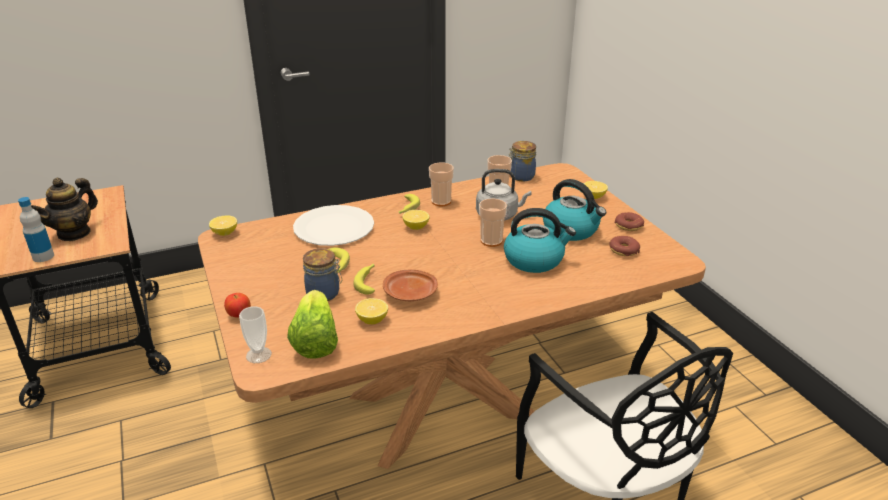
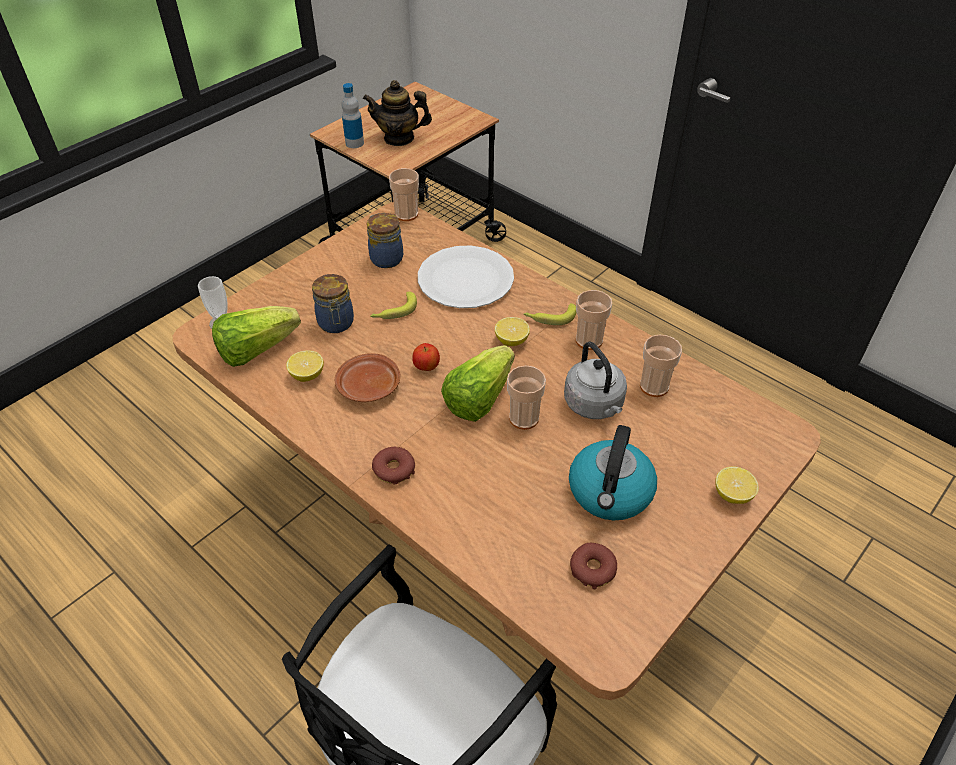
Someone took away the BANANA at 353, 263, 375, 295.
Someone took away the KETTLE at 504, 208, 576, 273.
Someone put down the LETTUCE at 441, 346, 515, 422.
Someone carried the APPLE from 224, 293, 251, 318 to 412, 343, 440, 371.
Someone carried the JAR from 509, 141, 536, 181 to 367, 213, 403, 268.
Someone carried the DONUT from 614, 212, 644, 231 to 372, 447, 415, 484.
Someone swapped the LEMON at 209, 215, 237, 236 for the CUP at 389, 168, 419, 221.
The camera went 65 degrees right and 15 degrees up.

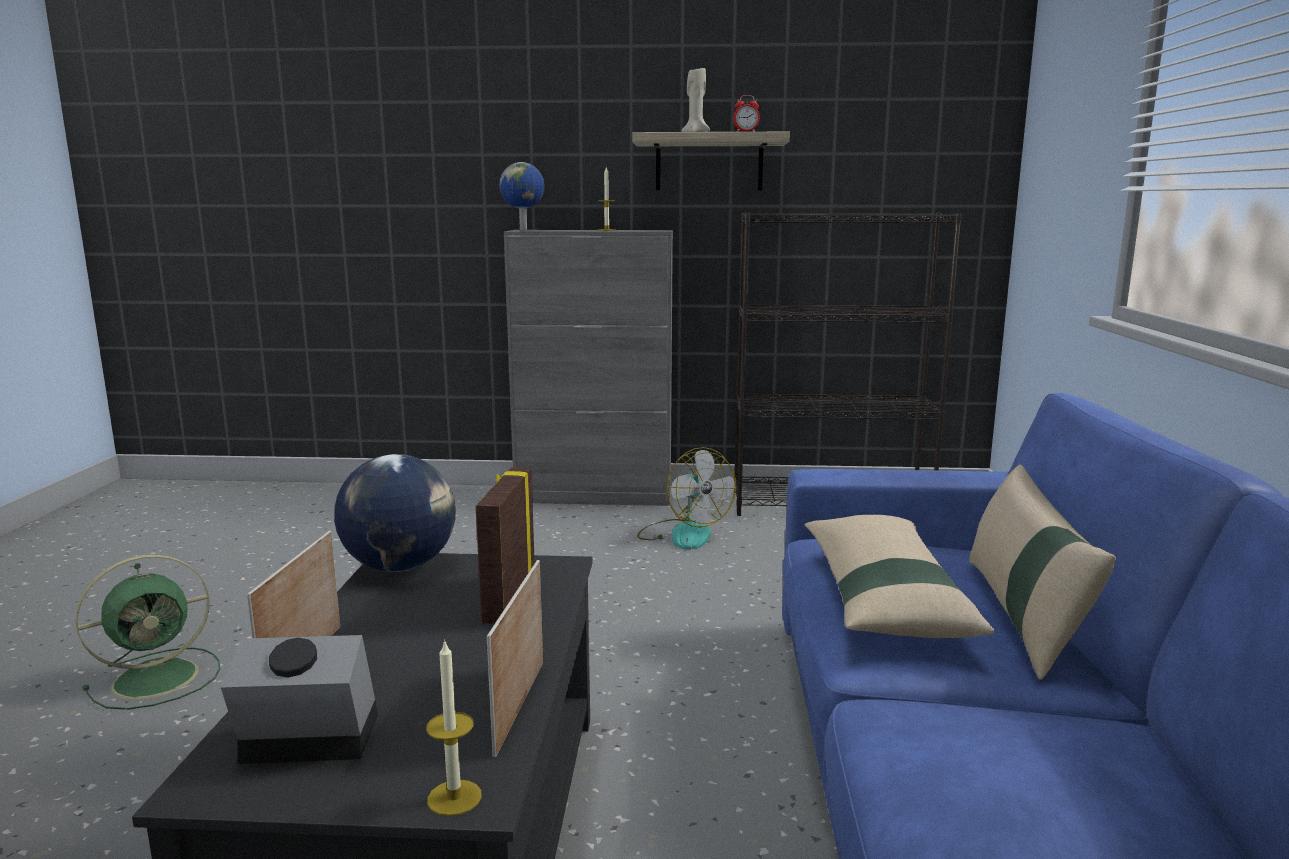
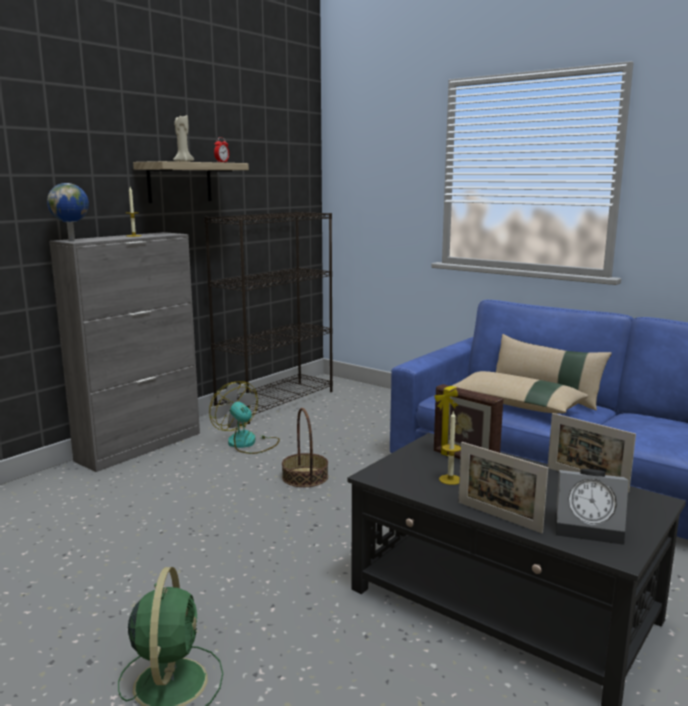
Someone took away the GLOBE at 334, 454, 456, 572.
Someone put down the BASKET at 282, 408, 328, 487.
Someone carried the CANDLE from 426, 639, 482, 816 to 439, 410, 461, 485.
Someone rotated the ALARM CLOCK at 221, 635, 378, 764 by 105 degrees counterclockwise.
Someone rotated the FAN at 637, 447, 736, 550 by 135 degrees counterclockwise.
The camera went 55 degrees left and 0 degrees up.

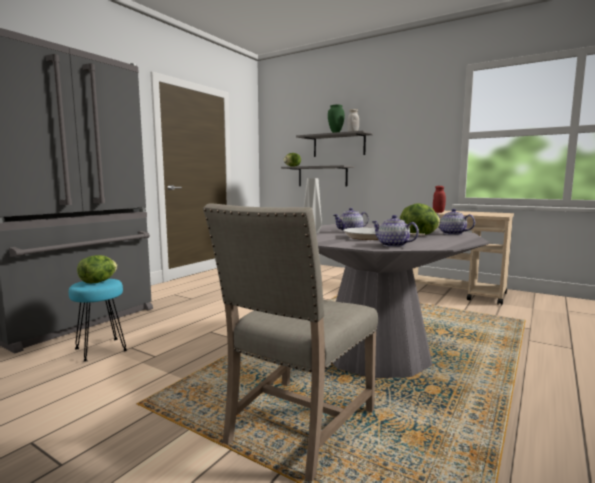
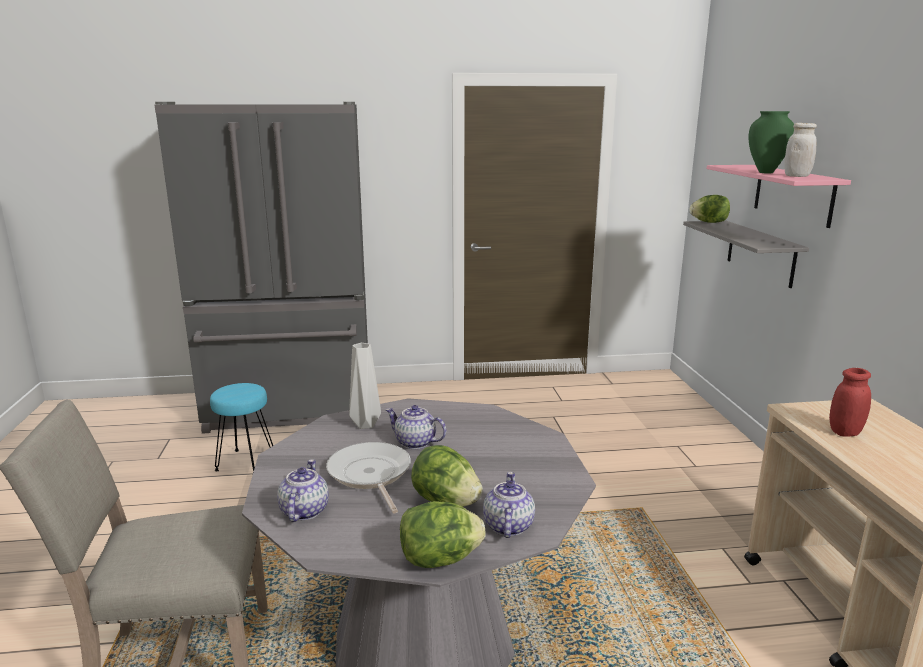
Someone carried the LETTUCE from 77, 255, 117, 283 to 400, 501, 486, 568.
Someone repainted the GREY SHELF at 296, 130, 373, 157, which became the PINK SHELF at 706, 165, 851, 228.
The camera went 50 degrees right and 10 degrees up.

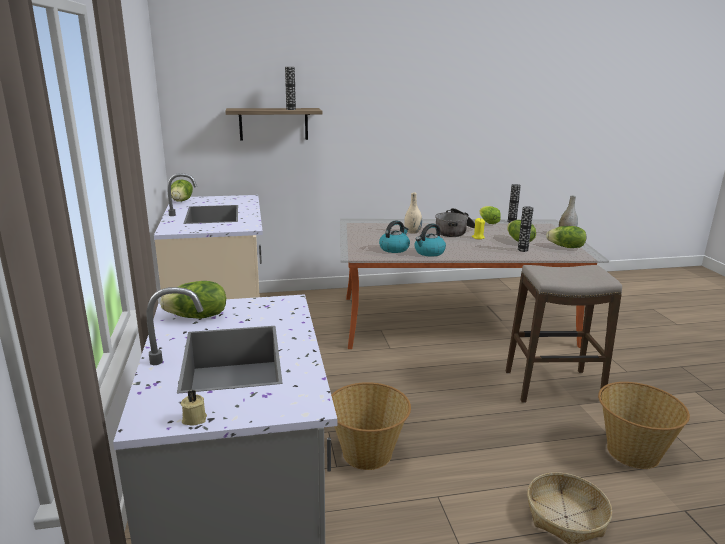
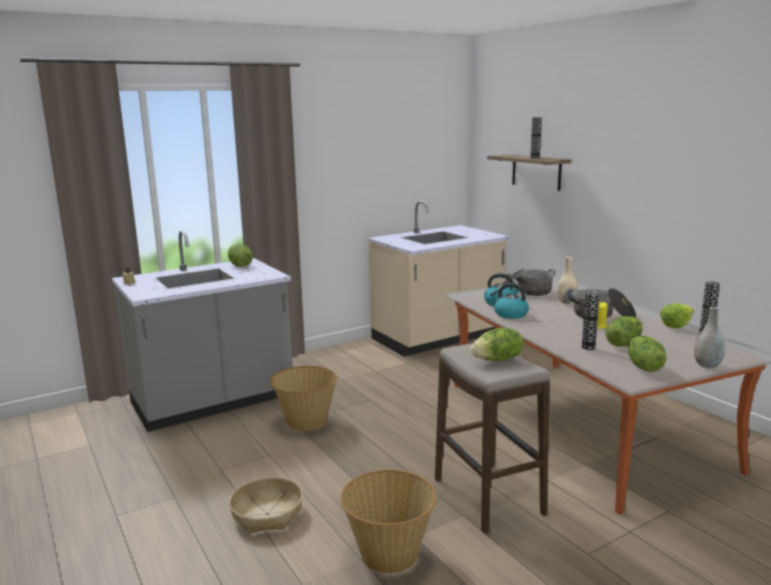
Someone put down the COOKING POT at 503, 268, 555, 296.
Someone carried the LETTUCE from 171, 180, 193, 202 to 470, 328, 524, 361.
The camera went 70 degrees right and 5 degrees down.

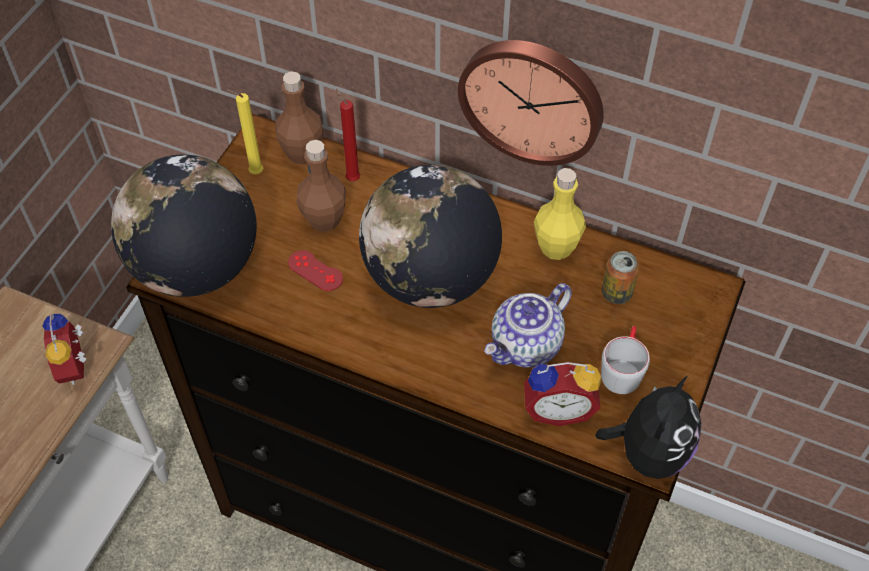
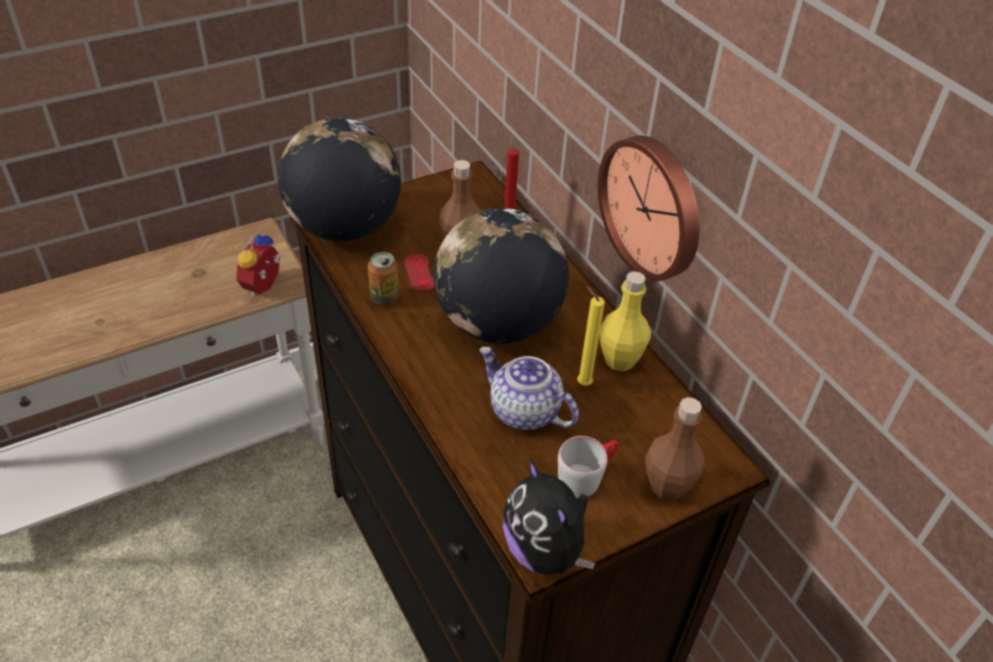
Someone took away the ALARM CLOCK at 524, 362, 601, 426.
Someone carried the YELLOW CANDLE from 227, 90, 263, 174 to 577, 286, 605, 386.
Someone carried the BROWN BOTTLE from 275, 72, 323, 164 to 645, 397, 705, 501.
Someone carried the CAN from 602, 251, 639, 304 to 368, 252, 399, 305.
Someone rotated the TEAPOT at 484, 283, 572, 368 by 45 degrees clockwise.
Someone rotated the PLUSH TOY at 595, 376, 702, 479 by 90 degrees clockwise.
The camera went 35 degrees right and 10 degrees down.

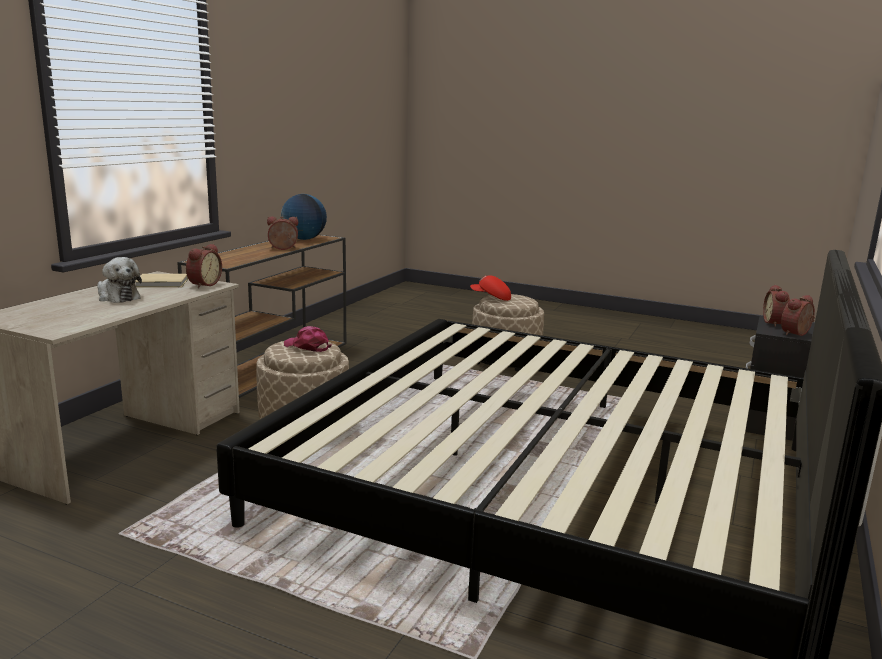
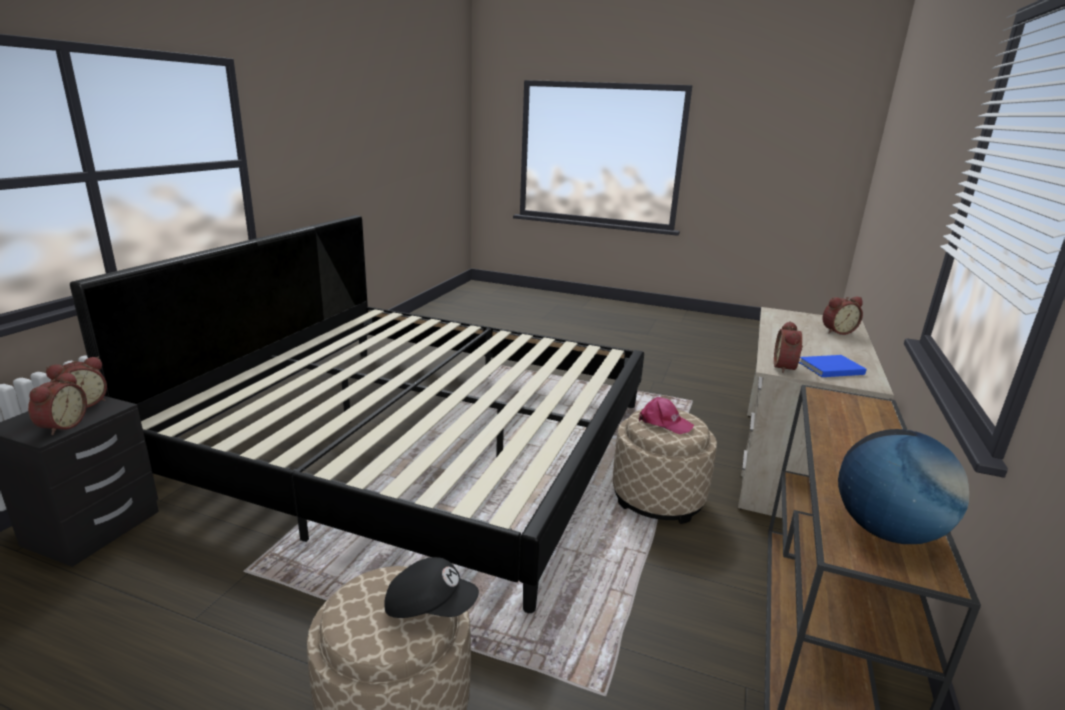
Someone took away the PLUSH TOY at 97, 257, 142, 303.
Someone carried the ALARM CLOCK from 267, 216, 298, 250 to 823, 297, 863, 335.
Someone repainted the BEIGE BOOK at 135, 274, 188, 287, which became the BLUE BOOK at 799, 355, 867, 377.
Someone repainted the RED CAP at 470, 275, 511, 301, which became the BLACK CAP at 384, 557, 479, 618.
The camera went 175 degrees right and 5 degrees up.

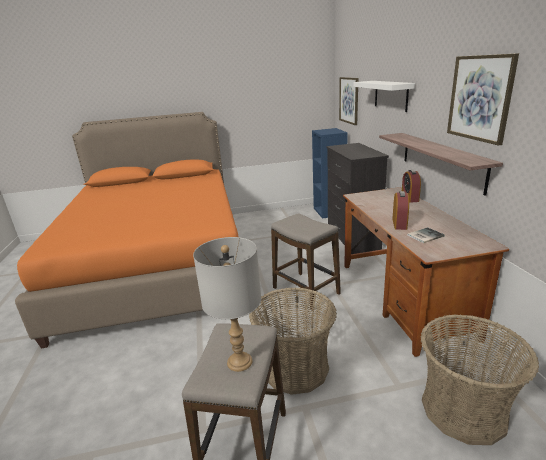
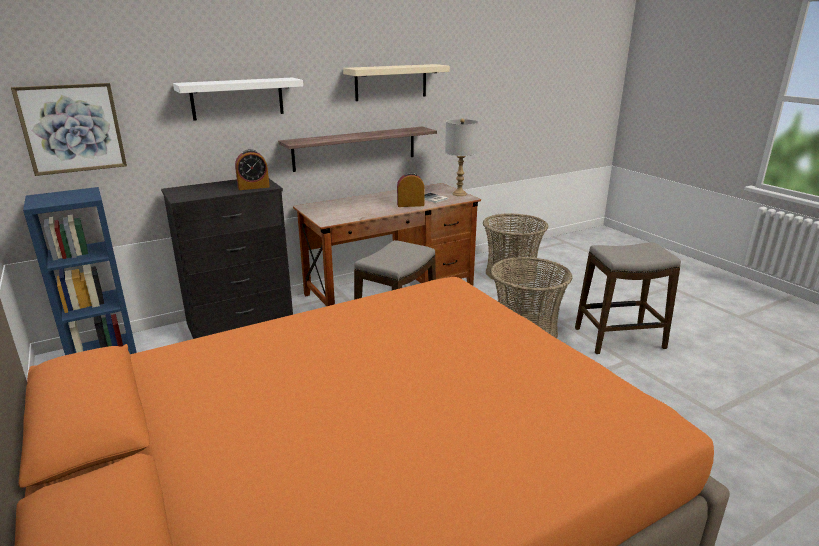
Someone carried the GREY TABLE LAMP from 193, 237, 261, 372 to 445, 118, 479, 196.
Someone carried the ALARM CLOCK from 402, 170, 421, 203 to 235, 149, 270, 190.
Someone swapped the PICTURE at 447, 53, 519, 145 for the BEIGE SHELF at 343, 64, 450, 101.
The camera went 110 degrees left and 0 degrees up.

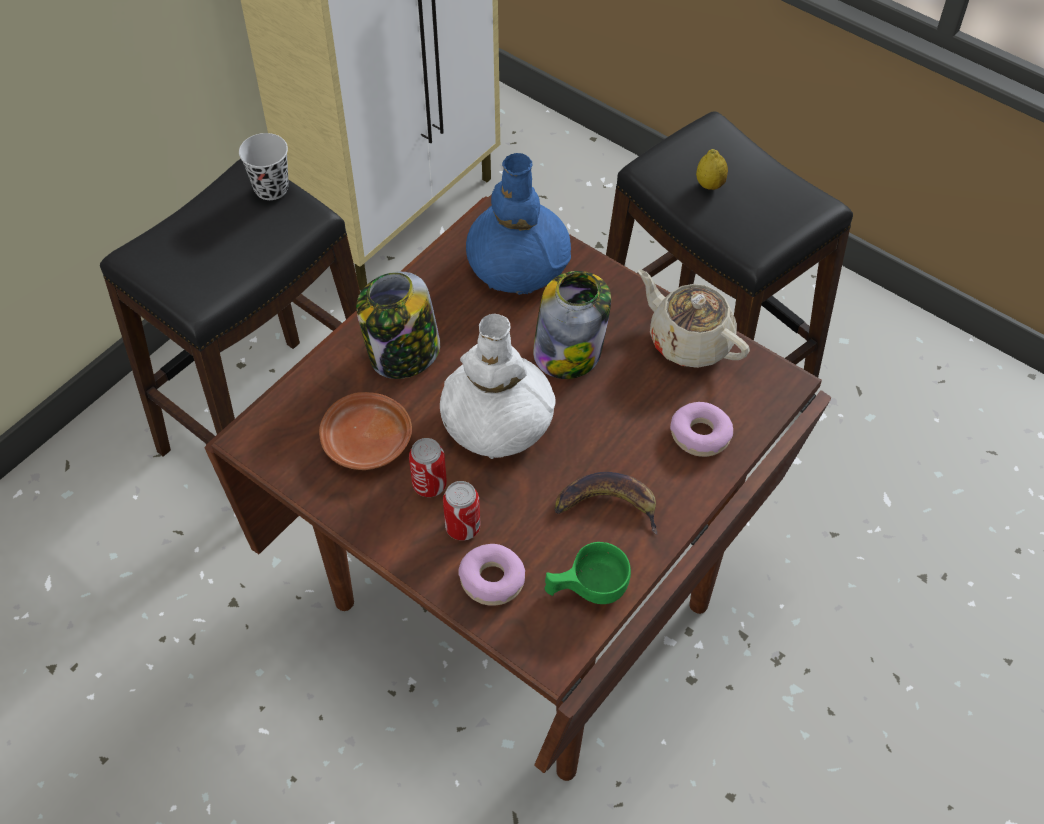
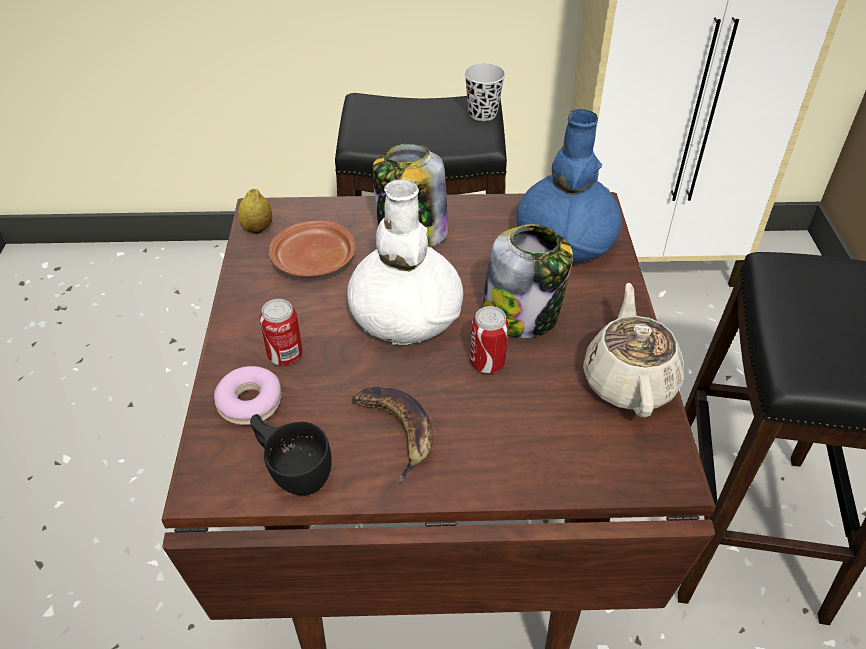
Someone took away the DONUT at 670, 402, 733, 457.
Someone carried the CAN from 409, 438, 447, 497 to 470, 306, 509, 373.
Someone carried the LEMON from 696, 149, 728, 190 to 238, 189, 272, 234.
Someone repainted the GREEN CUP at 545, 542, 631, 604, which became the BLACK CUP at 250, 414, 332, 496.
The camera went 50 degrees right and 10 degrees down.

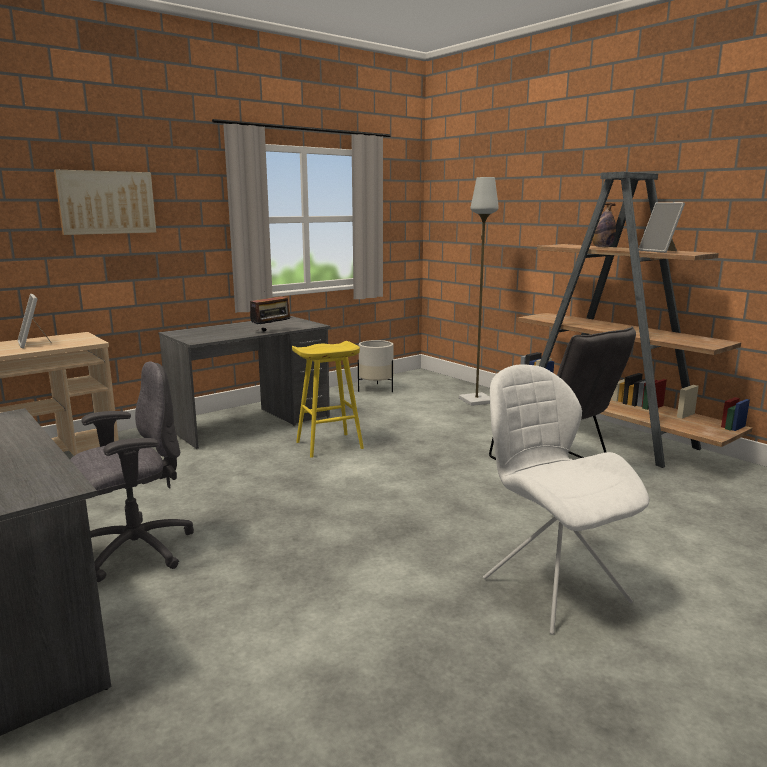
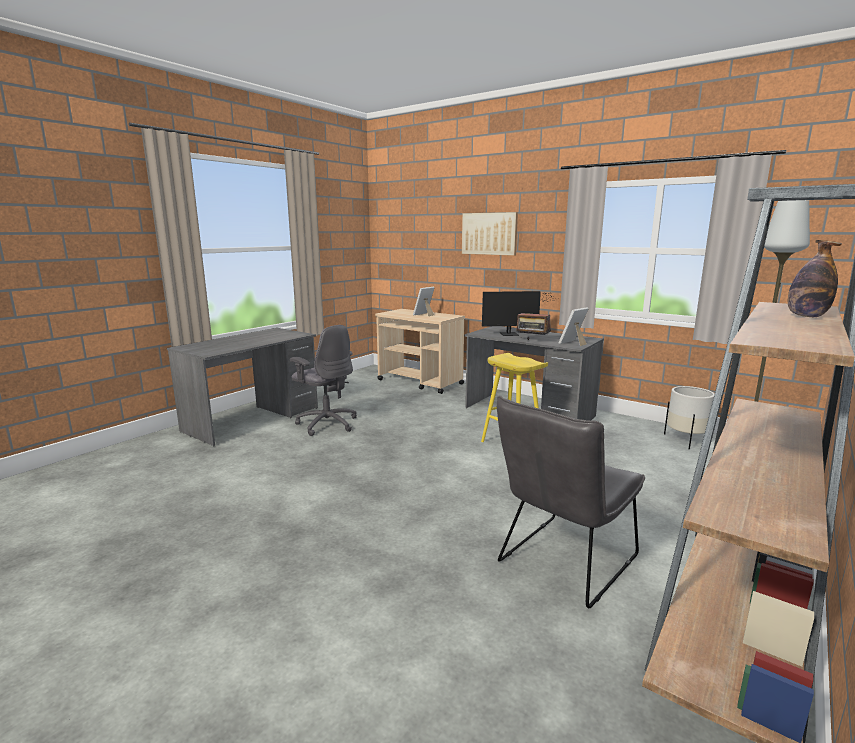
Someone took away the WHITE CHAIR at 483, 364, 649, 635.
Someone put down the MONITOR at 482, 291, 558, 336.
Someone carried the PICTURE FRAME from 639, 202, 685, 253 to 559, 307, 589, 346.
The camera went 75 degrees right and 0 degrees up.

